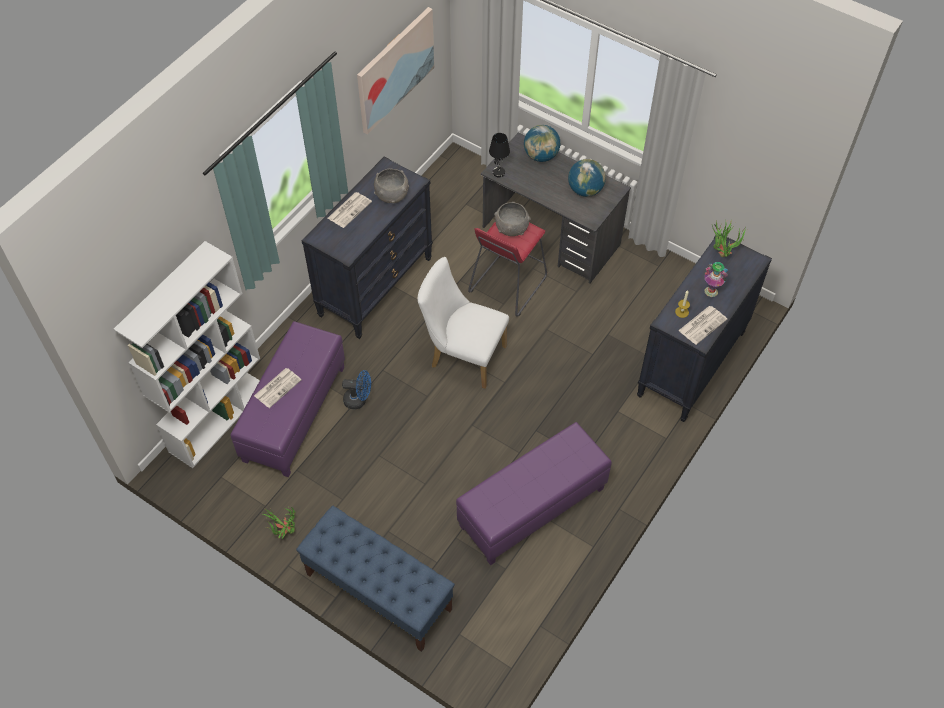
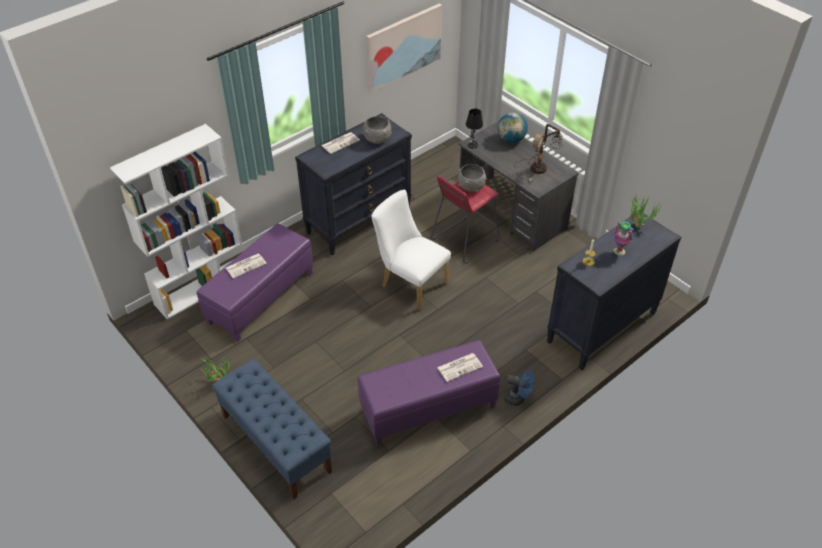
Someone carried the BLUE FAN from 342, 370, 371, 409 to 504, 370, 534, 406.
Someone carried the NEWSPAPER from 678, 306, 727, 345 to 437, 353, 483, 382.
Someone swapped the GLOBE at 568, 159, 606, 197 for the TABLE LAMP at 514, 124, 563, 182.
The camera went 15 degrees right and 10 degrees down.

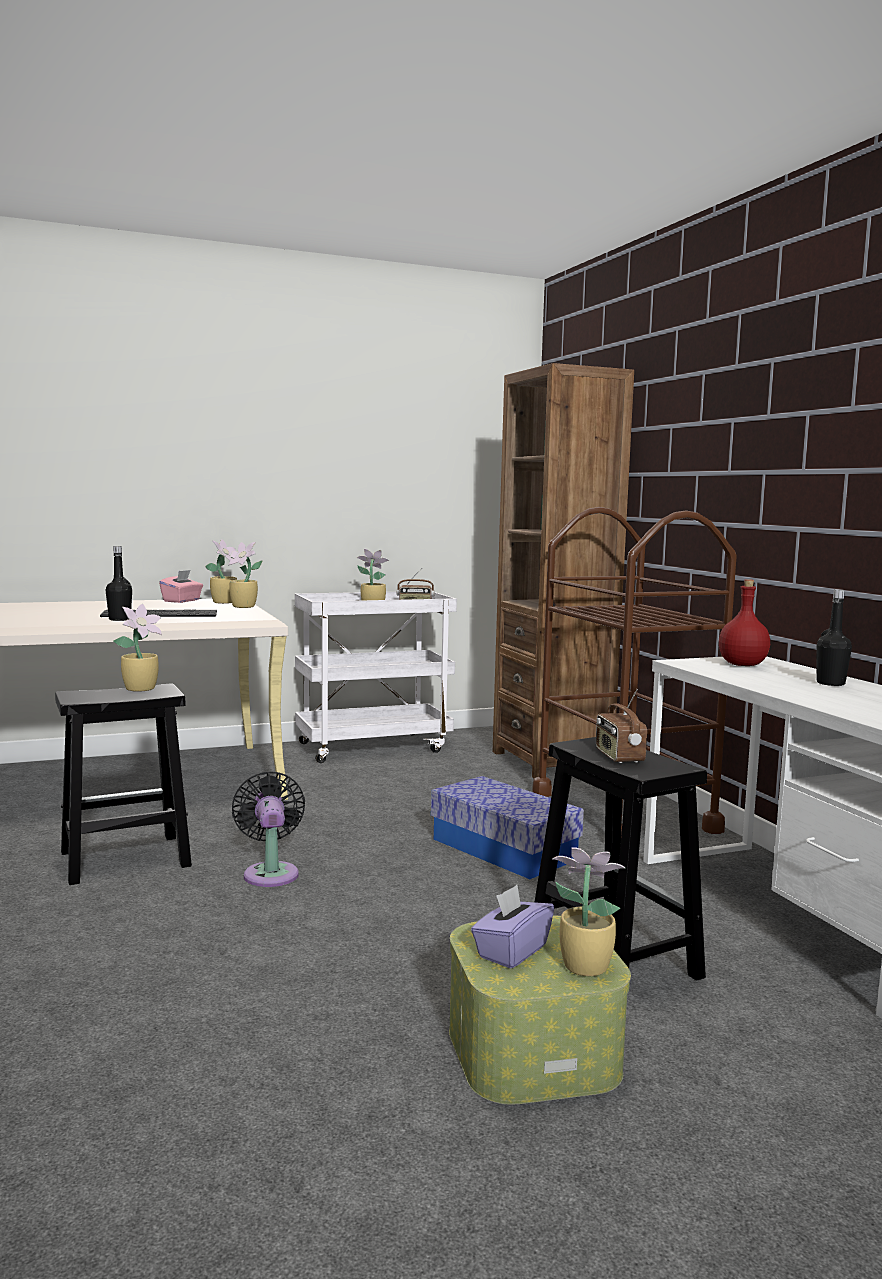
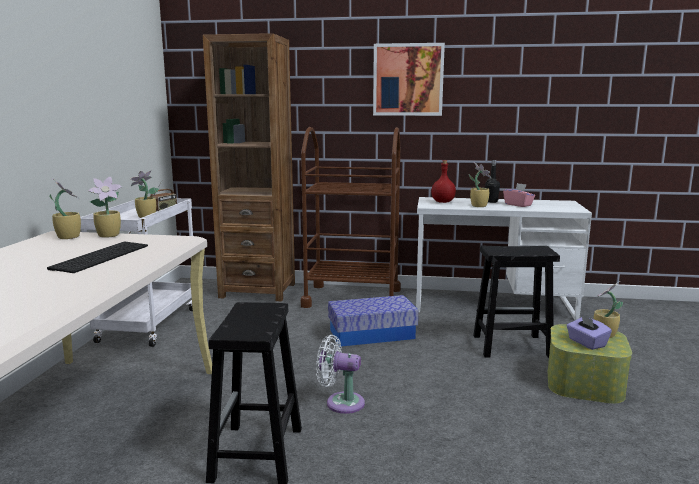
Someone took away the BLACK BOTTLE at 105, 546, 132, 621.
Someone took away the RADIO at 596, 689, 647, 763.
Someone put up the PICTURE at 373, 43, 445, 116.
Someone carried the POTTED PLANT from 113, 604, 162, 692 to 469, 162, 491, 207.
Someone carried the PINK TISSUE BOX from 159, 570, 203, 603 to 503, 183, 535, 207.
Someone repainted the BLACK FAN at 232, 771, 305, 887, which became the WHITE FAN at 316, 335, 365, 414.
The camera went 60 degrees left and 5 degrees up.

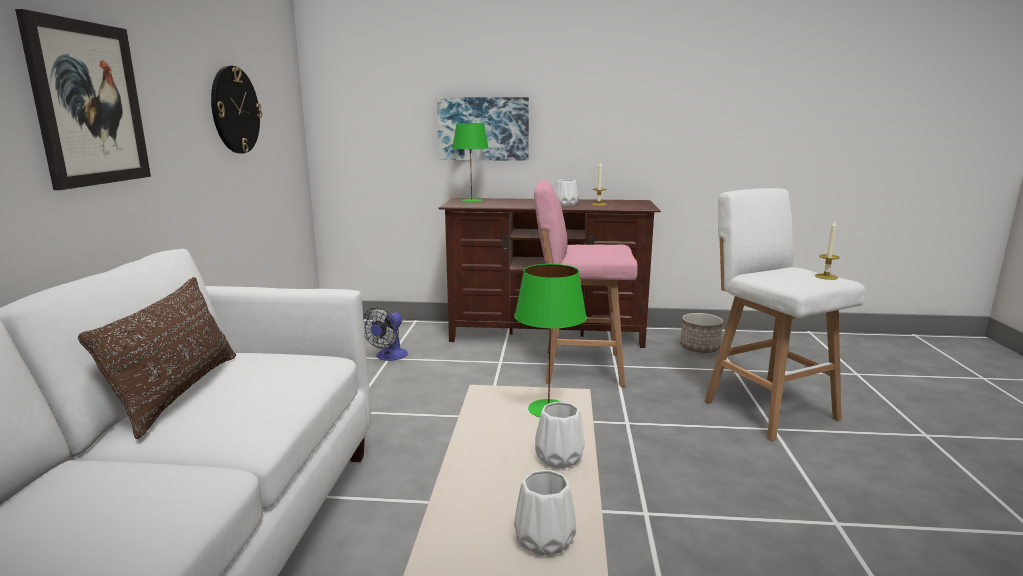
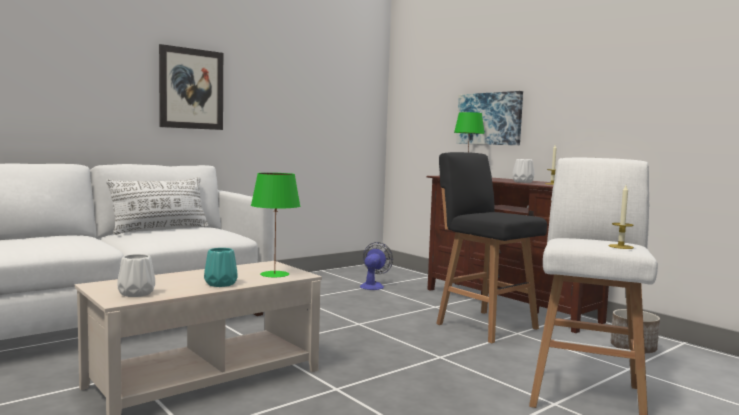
Someone took away the WALL CLOCK at 211, 66, 262, 153.
Someone repainted the BROWN PILLOW at 78, 277, 236, 439, which became the WHITE PILLOW at 106, 177, 209, 235.
Someone repainted the PINK STOOL at 534, 180, 638, 387, which became the BLACK STOOL at 436, 152, 547, 343.
Someone repainted the WHITE VASE at 535, 402, 585, 468, which became the TURQUOISE VASE at 204, 248, 238, 287.
Someone rotated the FAN at 363, 308, 408, 361 by 135 degrees clockwise.
The camera went 45 degrees right and 10 degrees down.

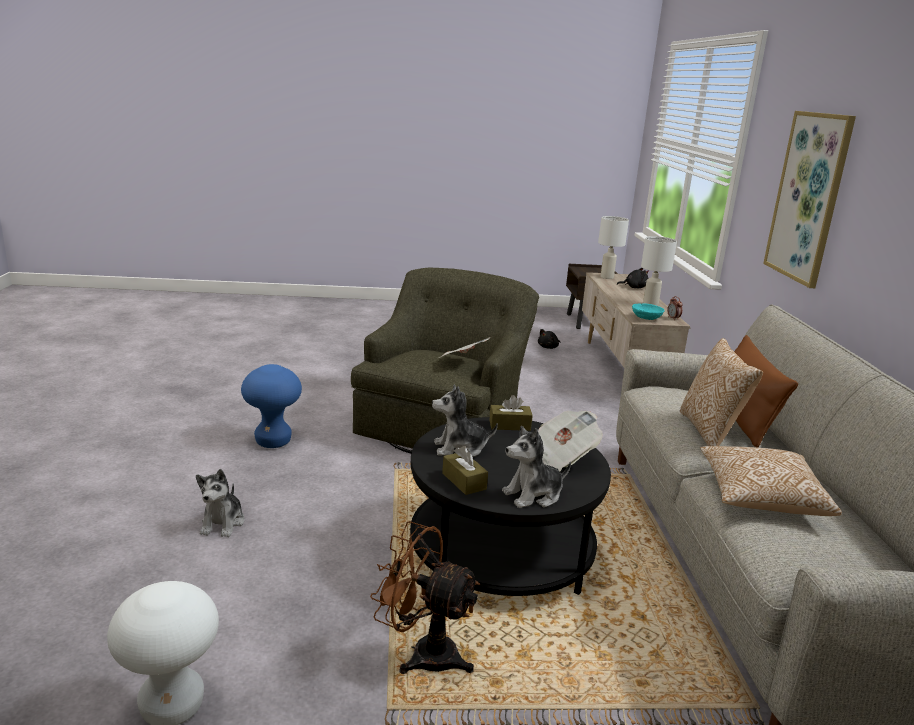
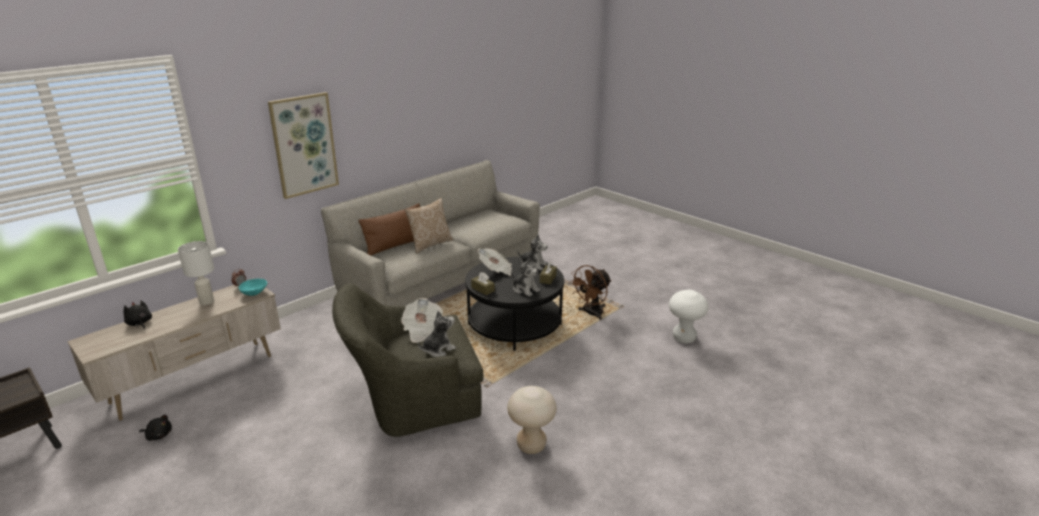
Someone took away the WHITE TABLE LAMP at 598, 216, 629, 279.
Someone took away the PILLOW at 700, 446, 842, 516.
Someone carried the PLUSH TOY from 196, 469, 245, 537 to 418, 310, 456, 357.
Someone repainted the BLUE STOOL at 241, 364, 302, 448, which became the BEIGE STOOL at 507, 386, 557, 454.
Someone rotated the BROWN FAN at 370, 521, 481, 674 by 60 degrees clockwise.
The camera went 130 degrees left and 5 degrees up.

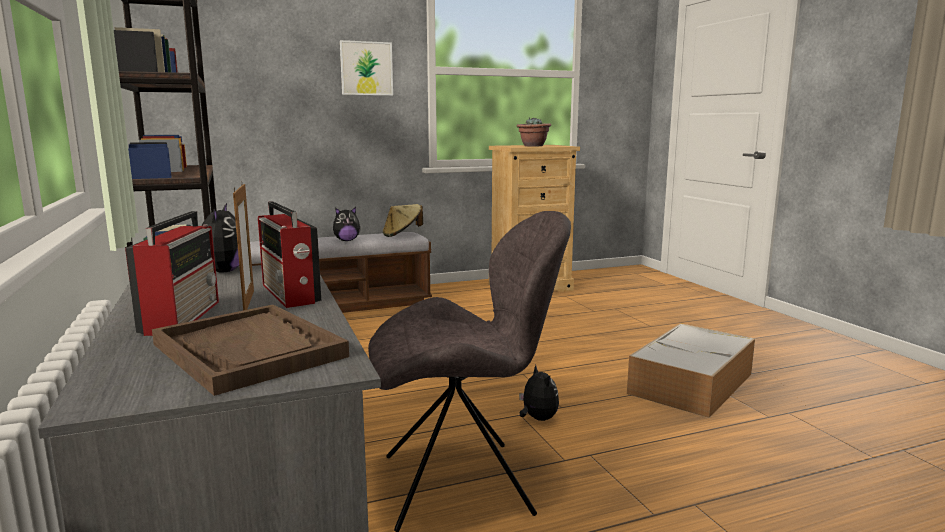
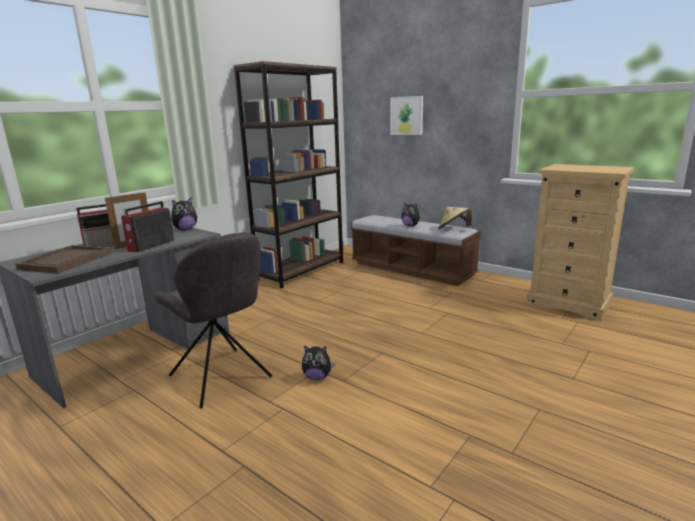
Someone took away the POTTED PLANT at 517, 117, 551, 146.
Someone took away the STORAGE BOX at 627, 323, 755, 418.
Someone carried the PICTURE from 340, 40, 393, 96 to 390, 96, 423, 135.
Someone rotated the PLUSH TOY at 519, 365, 559, 421 by 60 degrees clockwise.
The camera went 60 degrees right and 5 degrees up.

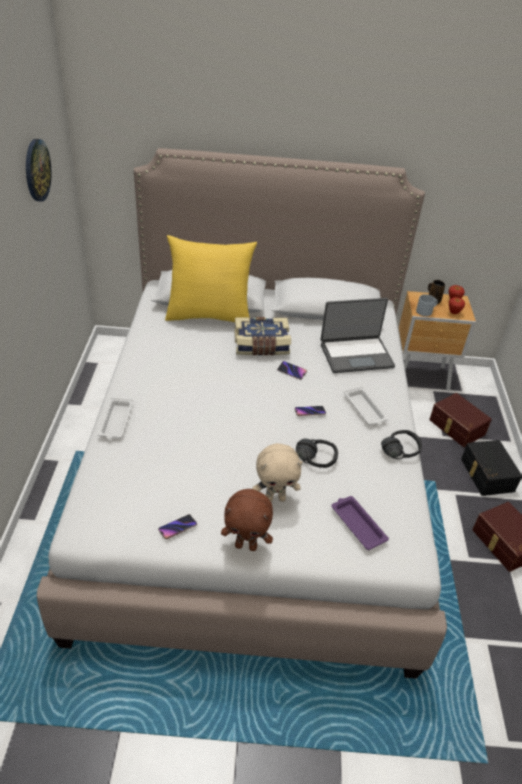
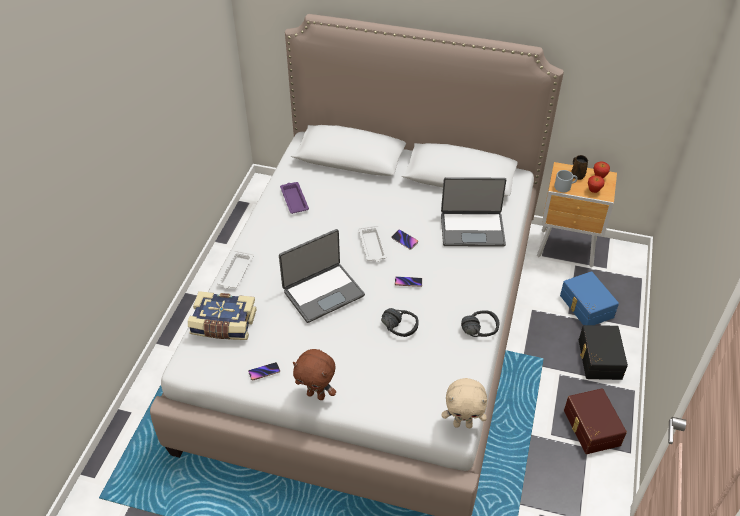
Someone took away the WALL CLOCK at 26, 139, 51, 201.
Someone took away the YELLOW PILLOW at 165, 235, 257, 322.
Someone put down the LAPTOP at 279, 229, 365, 323.
Someone carried the BOOK from 234, 317, 291, 355 to 188, 291, 257, 340.
Someone carried the BEIGE PLUSH TOY from 252, 443, 303, 502 to 442, 378, 487, 428.
Someone carried the PURPLE TRAY from 331, 496, 389, 550 to 280, 182, 309, 214.
Someone carried the WHITE TRAY from 344, 386, 388, 425 to 359, 225, 387, 262.
Someone repainted the BROWN STORAGE BOX at 429, 393, 492, 447, which became the BLUE STORAGE BOX at 560, 271, 619, 325.
The camera went 15 degrees right and 5 degrees up.

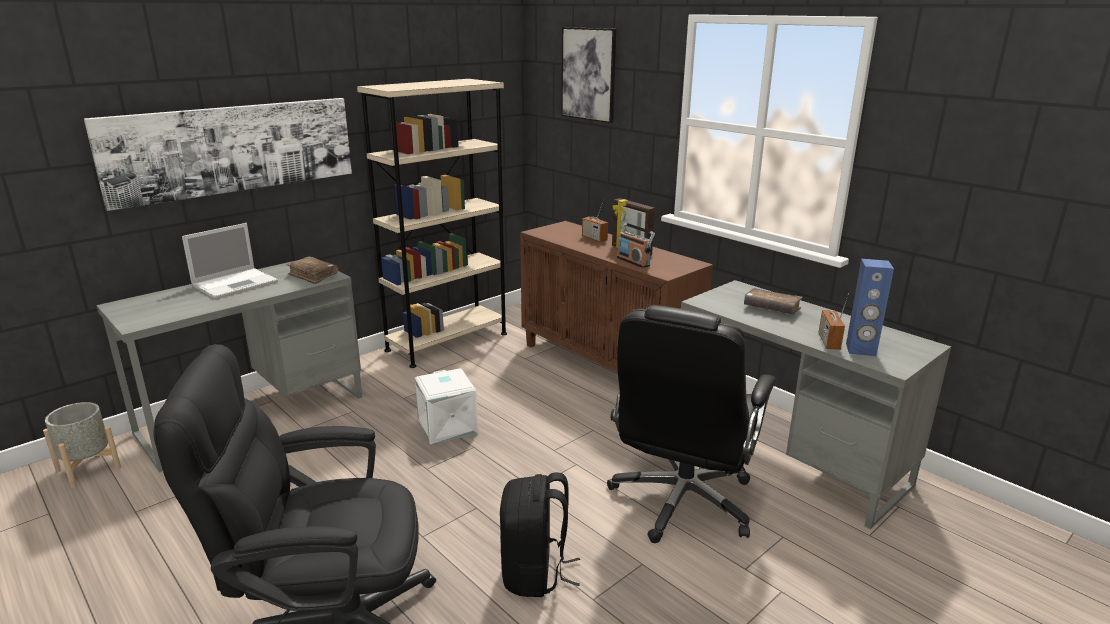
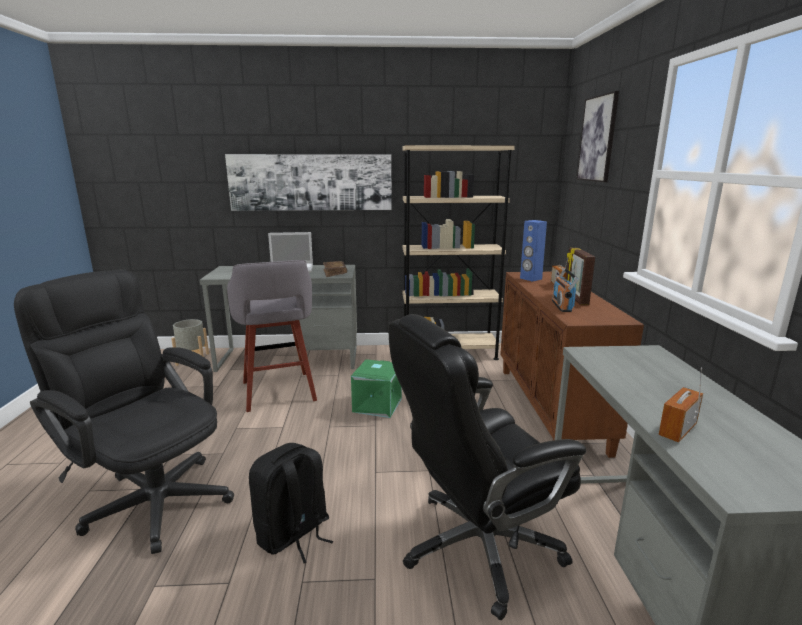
Someone took away the BROWN BOOK at 744, 288, 803, 314.
Someone put down the GREY STOOL at 227, 260, 317, 412.
Someone carried the BLUE SPEAKER from 846, 259, 894, 356 to 520, 220, 547, 282.
Someone repainted the WHITE STORAGE BOX at 415, 368, 478, 444, which became the GREEN STORAGE BOX at 351, 359, 402, 418.
The camera went 40 degrees right and 5 degrees down.

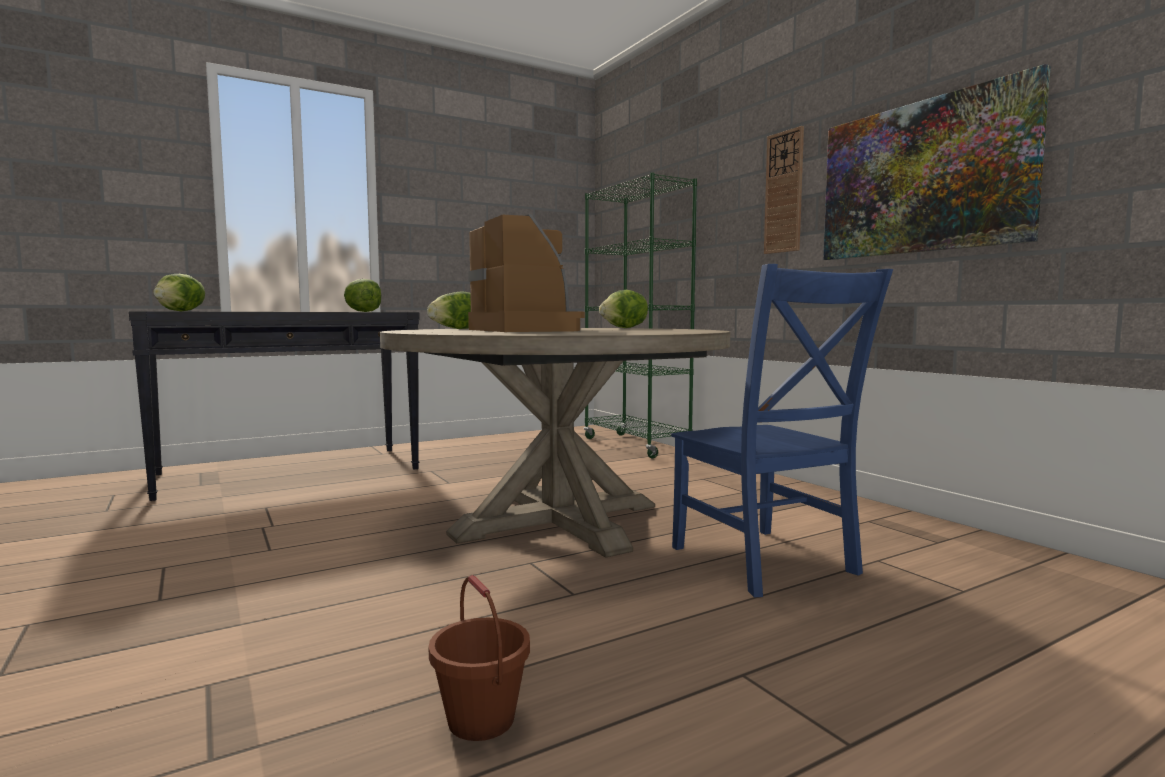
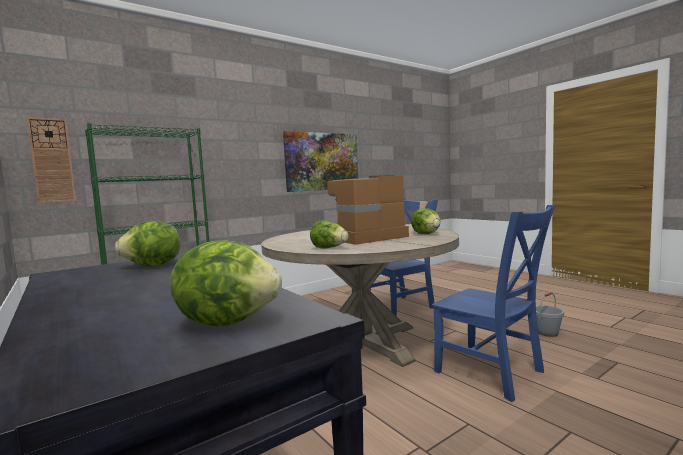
Someone put down the BLUE CHAIR at 432, 205, 555, 402.
Someone carried the LETTUCE from 599, 290, 648, 328 to 411, 208, 441, 234.
Someone carried the WALL CLOCK from 764, 126, 804, 254 to 27, 117, 76, 203.
Someone repainted the BROWN BUCKET at 428, 575, 530, 741, which became the GREY BUCKET at 536, 292, 564, 337.
The camera went 95 degrees left and 0 degrees up.

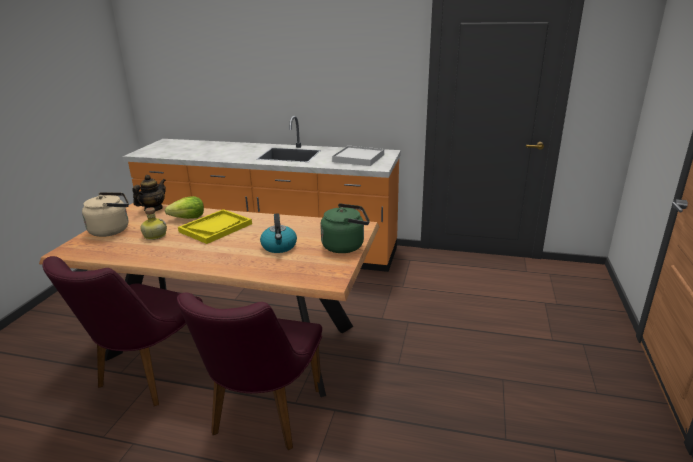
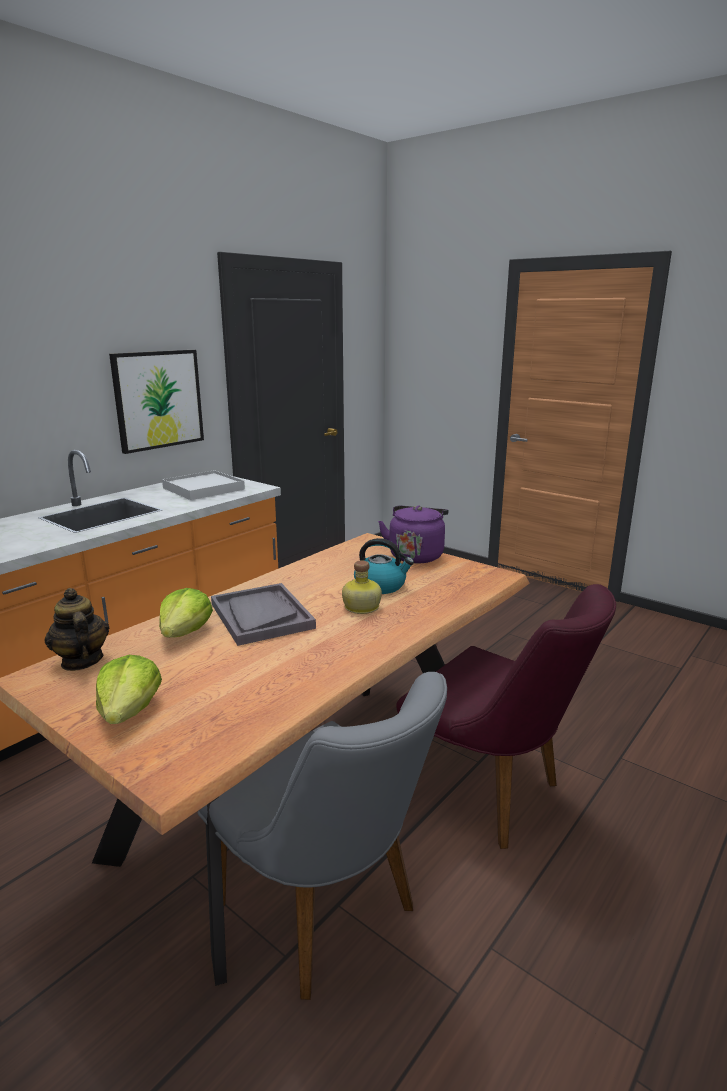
Someone put up the PICTURE at 109, 350, 204, 454.
Someone carried the BOTTLE from 140, 207, 167, 240 to 342, 560, 382, 614.
Someone swapped the BEIGE KETTLE at 82, 192, 129, 237 for the LETTUCE at 96, 655, 162, 724.
Someone repainted the PURPLE CHAIR at 43, 256, 203, 406, which became the GREY CHAIR at 198, 672, 447, 1000.
Someone repainted the YELLOW TRAY at 178, 209, 252, 244, which became the GREY TRAY at 211, 583, 316, 646.
Someone repainted the GREEN KETTLE at 320, 203, 369, 253, which became the PURPLE KETTLE at 378, 505, 449, 563.
The camera went 65 degrees left and 5 degrees down.

